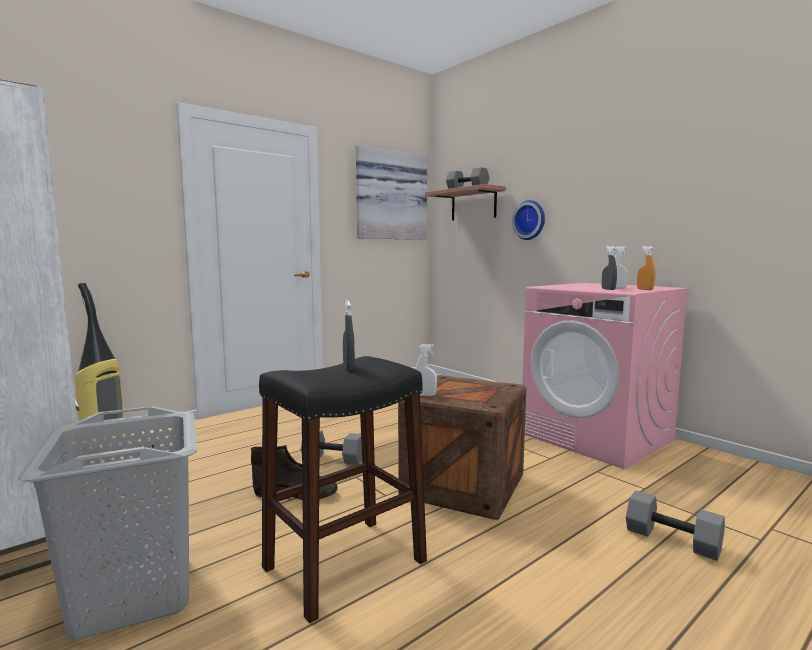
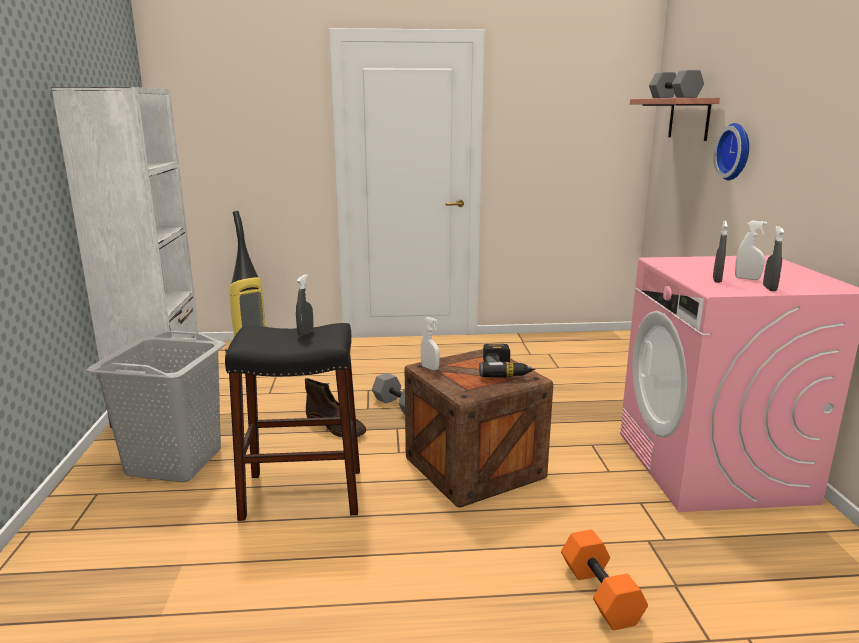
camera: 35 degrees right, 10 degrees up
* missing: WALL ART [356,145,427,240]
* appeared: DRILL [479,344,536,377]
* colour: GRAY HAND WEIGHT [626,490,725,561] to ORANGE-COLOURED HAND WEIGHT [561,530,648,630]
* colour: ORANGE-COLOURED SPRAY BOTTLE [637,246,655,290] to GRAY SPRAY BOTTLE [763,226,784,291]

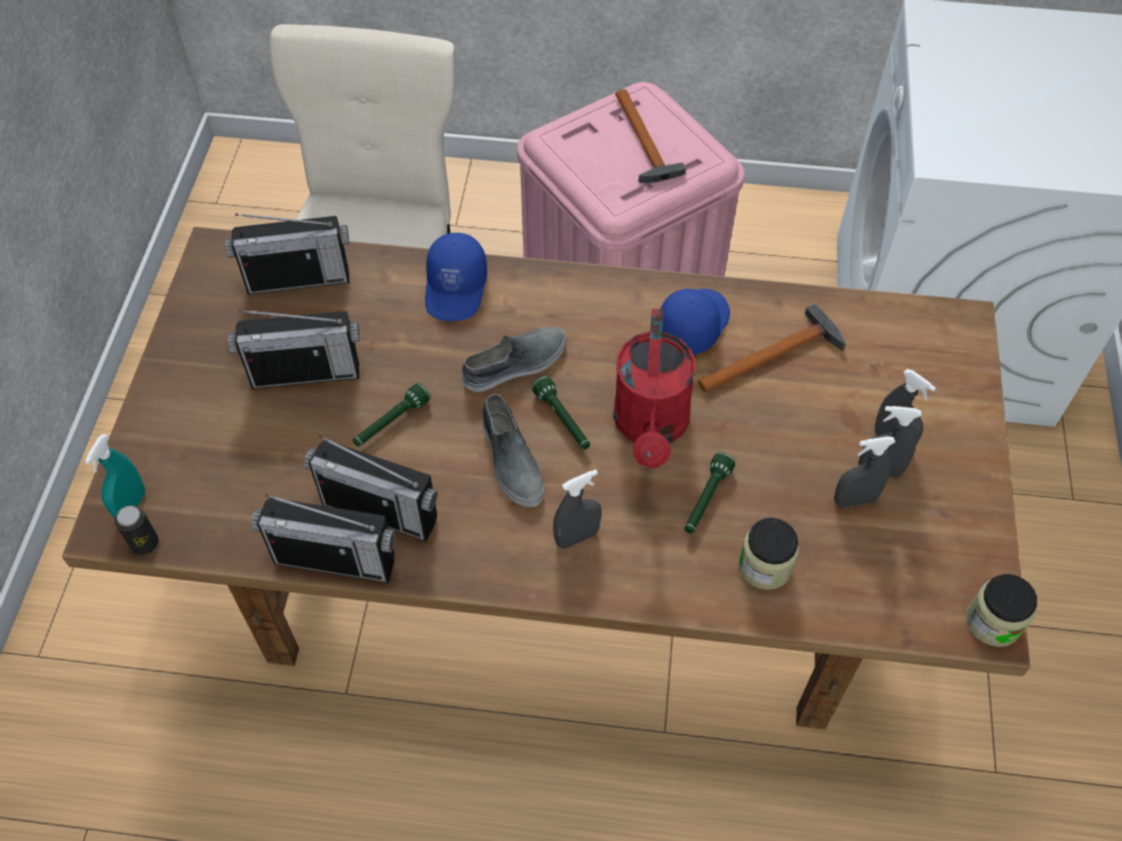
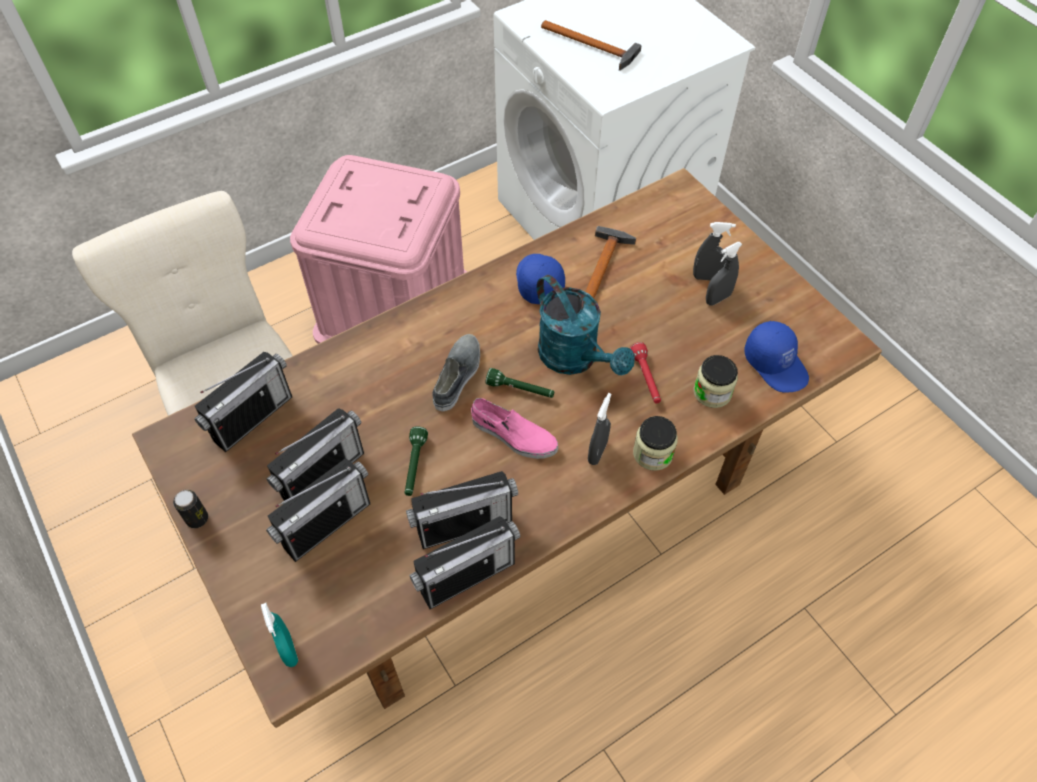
camera: 40 degrees left, 0 degrees up
* missing: GRAY SPRAY BOTTLE [834,436,895,508]
* appeared: RADIO SET [266,459,370,562]
* relocated: SEALED CAN [115,505,159,555] to [173,490,208,528]
* relocated: BLUE PEAKED CAP [425,233,487,321] to [744,321,809,393]
* relocated: HAND HAMMER [615,89,686,183] to [541,20,641,71]
* relocated: JAR [966,574,1037,647] to [633,416,678,471]
* colour: GRAY SHOE [482,394,544,508] to PINKISH SHOE [471,398,558,459]
* colour: REDDISH SPRINKLING CAN [613,309,696,468] to BLUE-GREEN SPRINKLING CAN [537,275,635,375]
* colour: GREEN TORCH [685,452,736,534] to REDDISH TORCH [630,342,661,404]

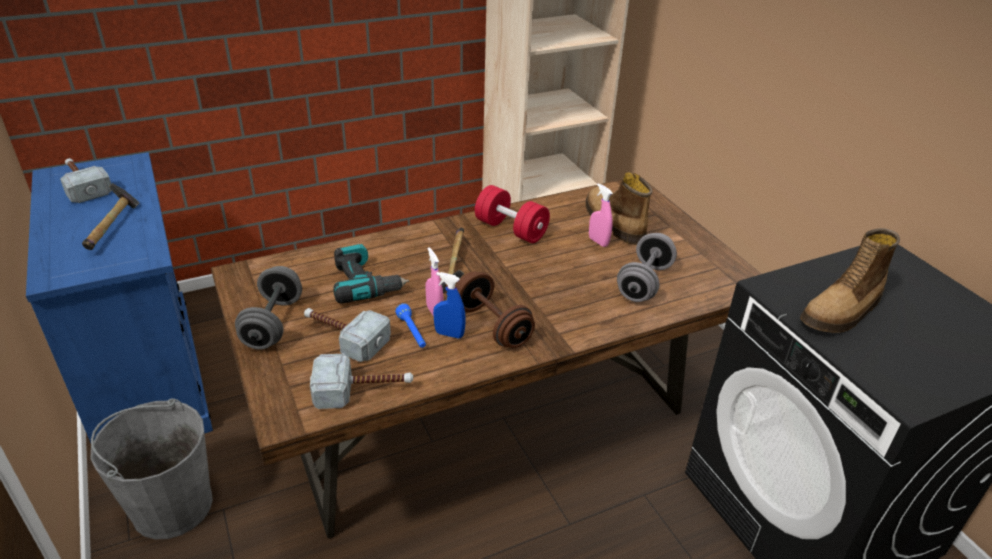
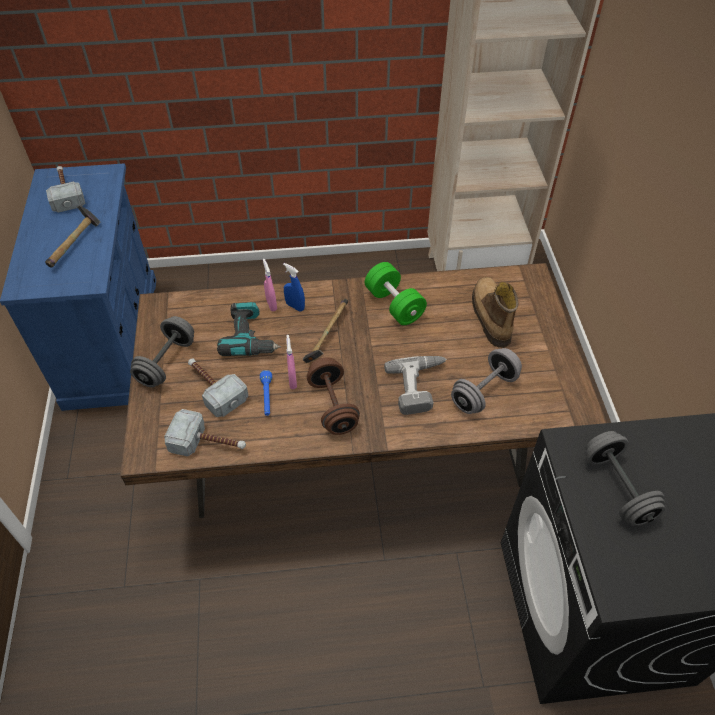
camera: 20 degrees right, 15 degrees up
* missing: GRAY PAIL [91,398,213,539]
* appeared: DRILL [384,356,447,415]
* relocated: BLUE SPRAY BOTTLE [433,272,466,339] to [283,263,305,311]
* relocated: PINKISH SPRAY BOTTLE [589,183,613,247] to [263,259,277,311]
* exchanged: TALL BOOT [800,228,900,333] to GRAY HAND WEIGHT [586,431,666,526]
* colour: REDDISH HAND WEIGHT [475,185,550,243] to GREEN HAND WEIGHT [365,262,427,325]

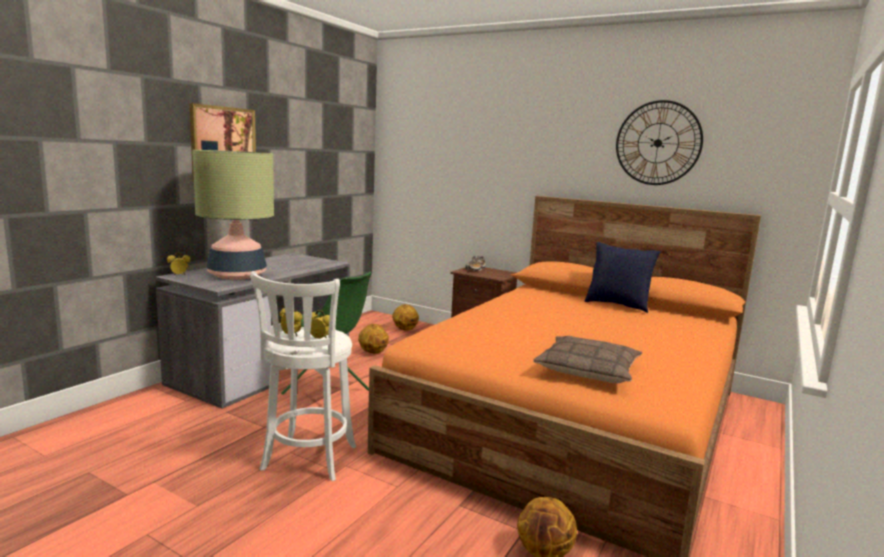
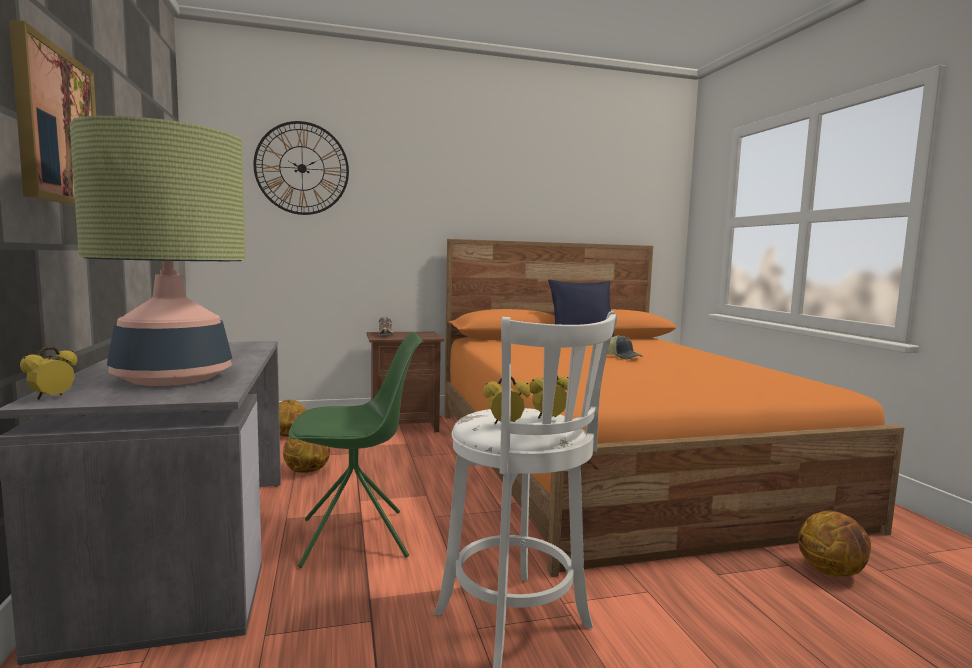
camera: 45 degrees left, 5 degrees down
* missing: THROW PILLOW [533,336,642,383]
* appeared: PEAKED CAP [607,335,643,359]
* relocated: WALL CLOCK [616,100,703,185] to [253,121,349,215]

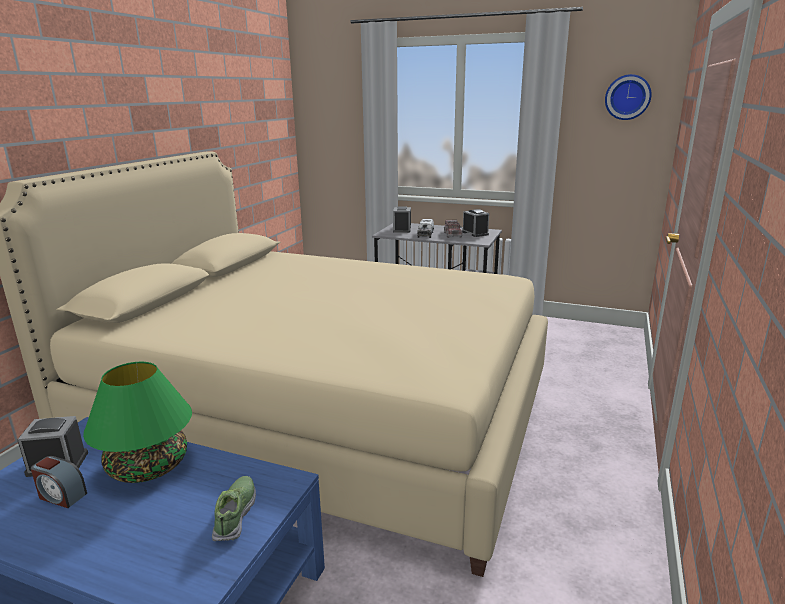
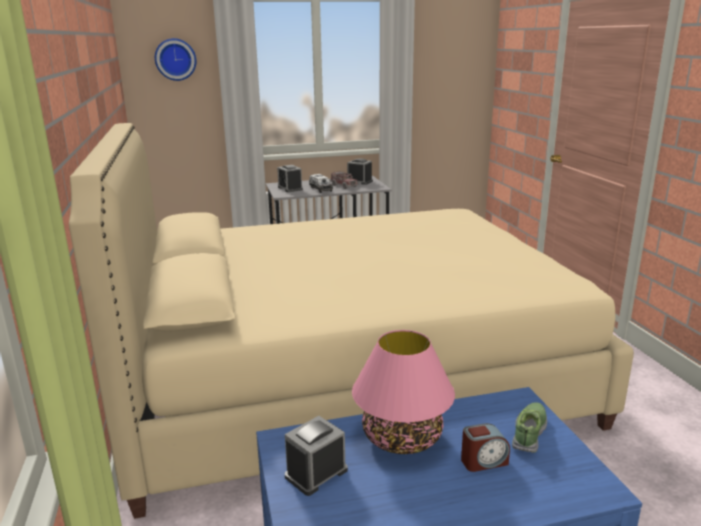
camera: 35 degrees left, 0 degrees up
* relocated: TABLE CLOCK [31,456,87,508] to [461,423,510,472]
* relocated: WALL CLOCK [605,74,652,120] to [155,38,196,81]
* colour: GREEN TABLETOP LAMP [83,362,192,483] to PINKISH TABLETOP LAMP [352,330,455,454]
* spun: SHOE [212,476,256,541] = [512,402,547,453] 60 degrees clockwise

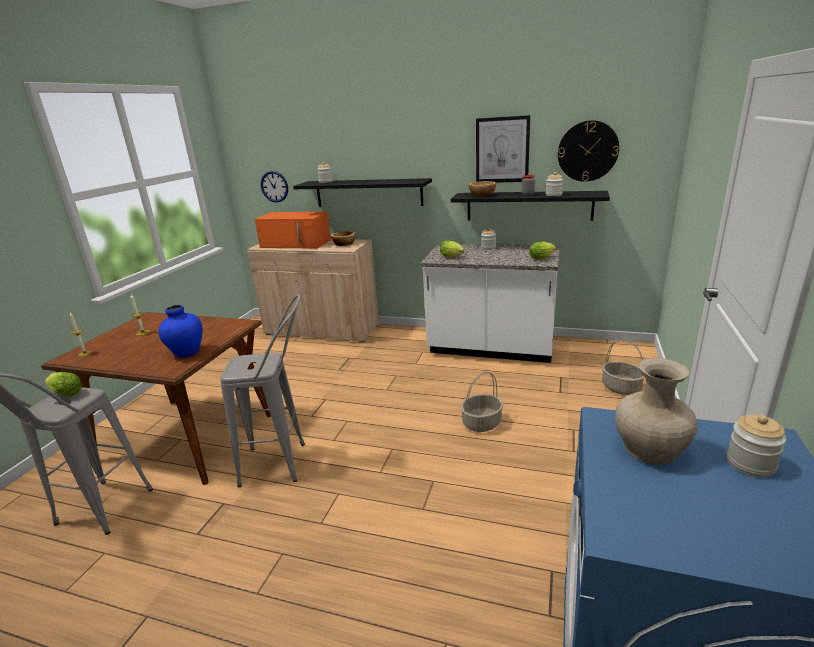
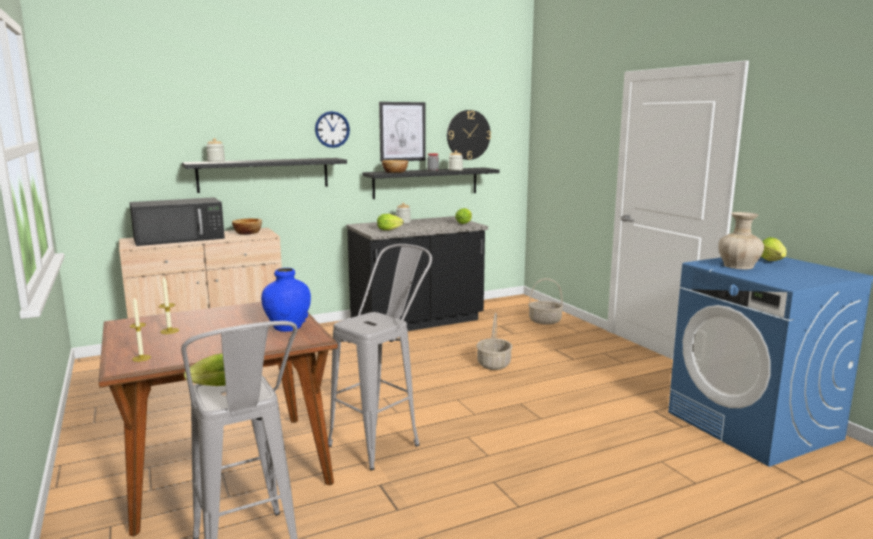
camera: 45 degrees left, 10 degrees down
* relocated: WALL CLOCK [261,171,288,203] to [315,111,350,148]
* exchanged: JAR [727,414,786,478] to LETTUCE [761,237,787,261]
* colour: ORANGE-COLOURED MICROWAVE OVEN [255,212,331,249] to BLACK-COLOURED MICROWAVE OVEN [130,197,225,246]
* colour: WHITE-COLOURED COUNTER [420,243,560,363] to BLACK-COLOURED COUNTER [346,216,488,331]

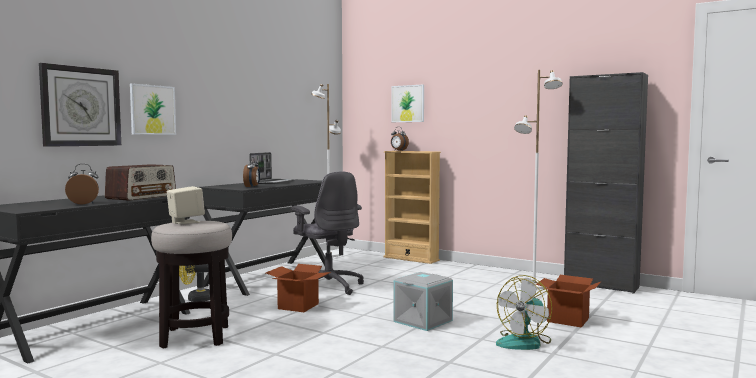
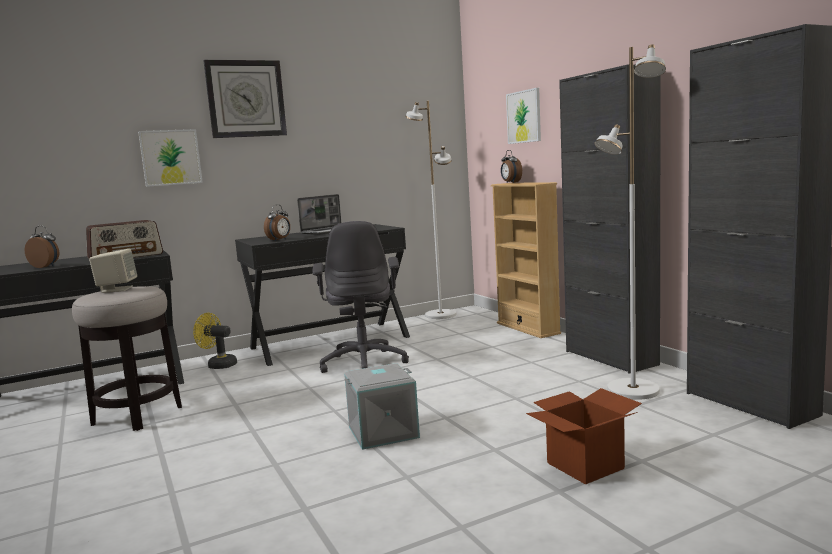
camera: 30 degrees right, 5 degrees up
* missing: CARTON [266,264,331,312]
* missing: ELECTRIC FAN [496,275,552,350]
* appeared: BLACK-COLOURED CUPBOARD [559,65,661,374]
* relocated: WALL CLOCK [39,63,121,147] to [203,60,287,138]

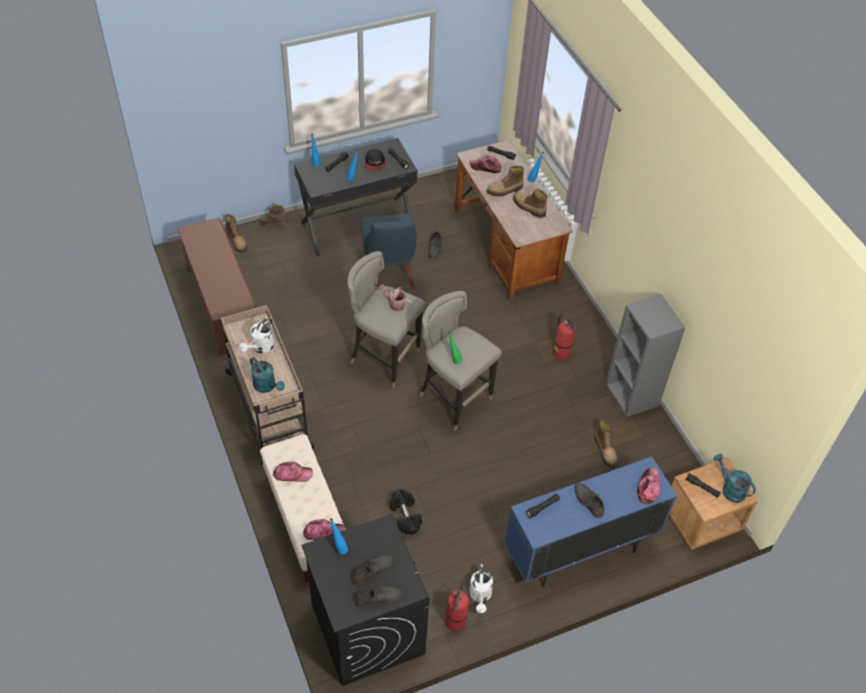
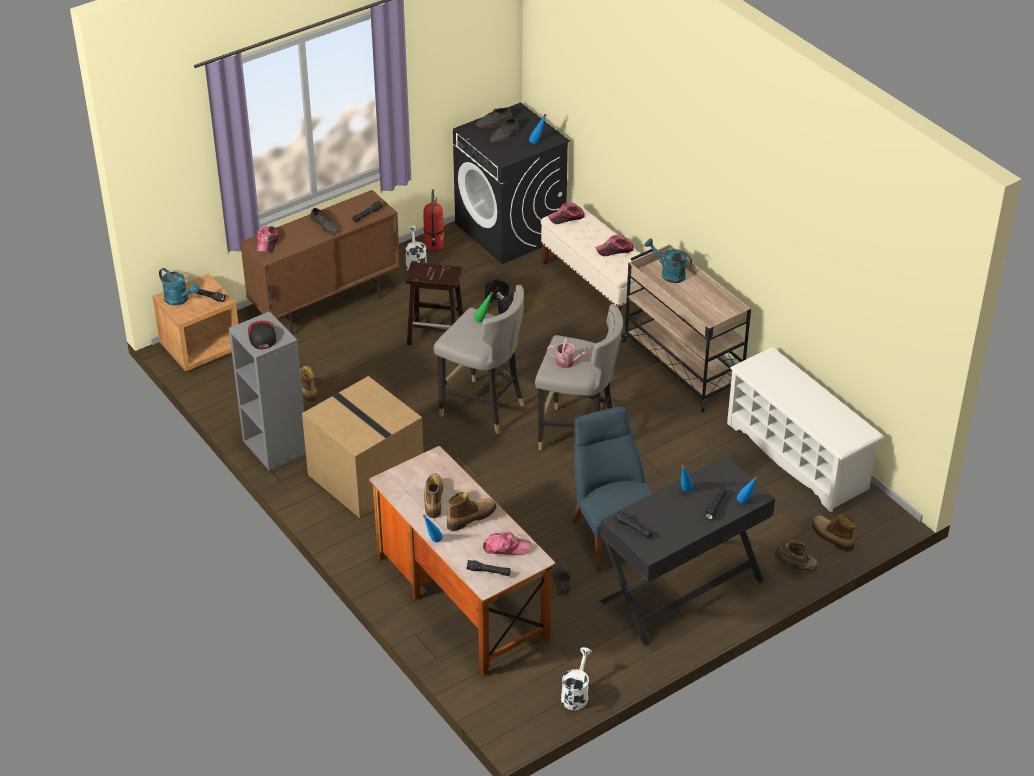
camera: 170 degrees right, 10 degrees down
* appeared: BROWN-COLOURED STOOL [405,262,464,345]
* relocated: WHITE-COLOURED SPRINKLING CAN [239,317,274,353] to [561,647,592,710]
* relocated: PEAKED CAP [365,149,385,171] to [248,321,276,349]
* exchanged: FIRE EXTINGUISHER [553,314,576,360] to CARTON [302,376,424,518]
* colour: BROWN-COLOURED SHOE SHELF [177,218,257,356] to WHITE-COLOURED SHOE SHELF [727,347,884,512]
* colour: BLUE CUPBOARD [505,457,677,587] to BROWN-COLOURED CUPBOARD [240,190,400,335]
* spun: TALL BOOT [513,189,548,218] = [424,473,443,518] 120 degrees counterclockwise

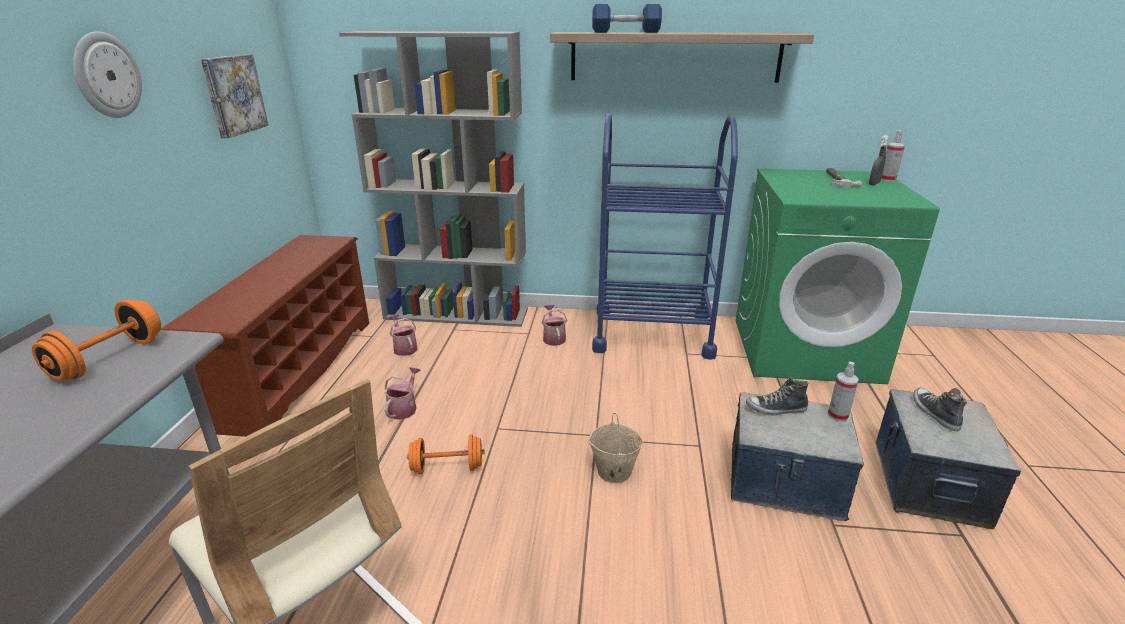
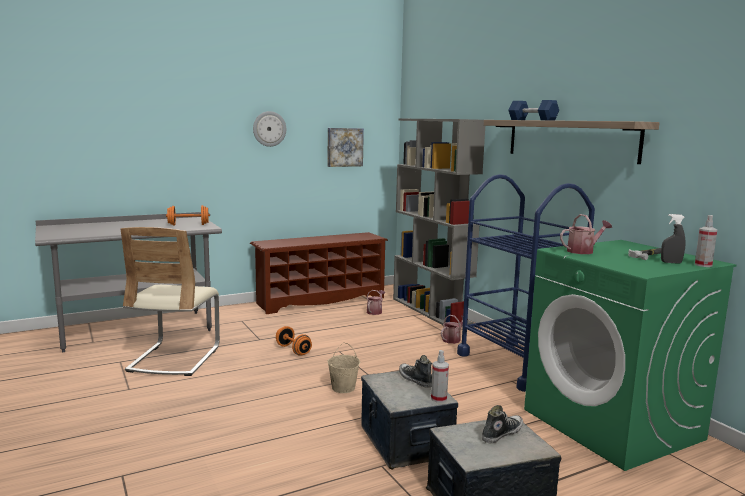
camera: 55 degrees right, 15 degrees down
* relocated: SPRINKLING CAN [385,367,420,420] to [560,214,612,254]

